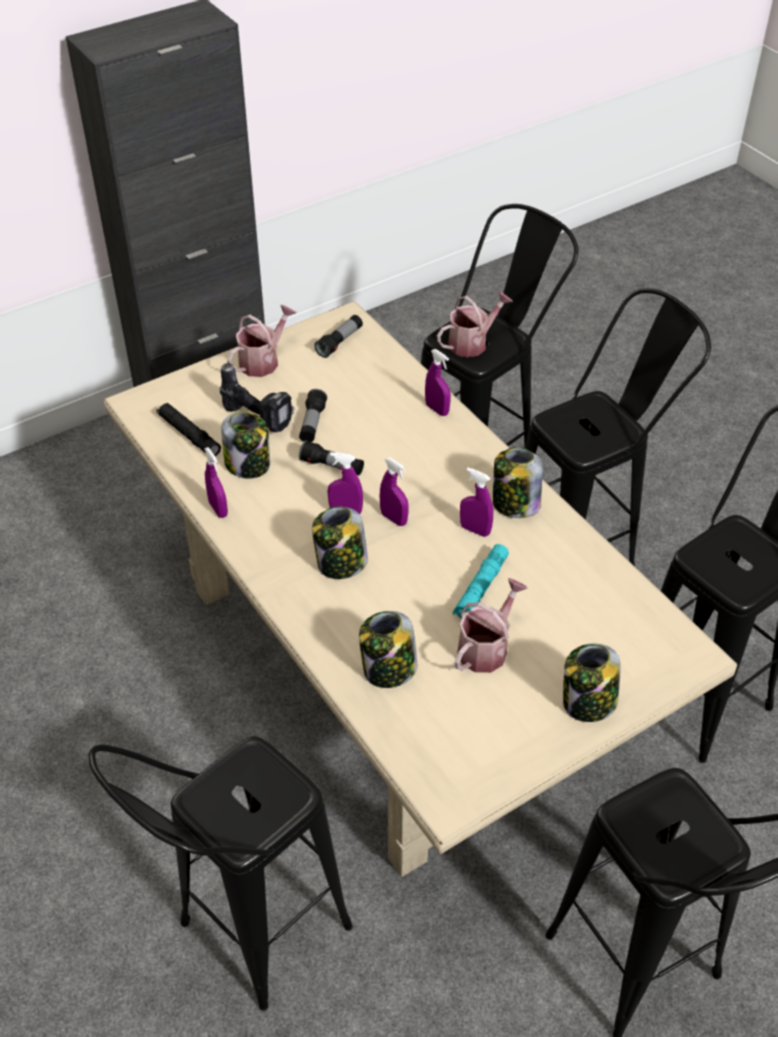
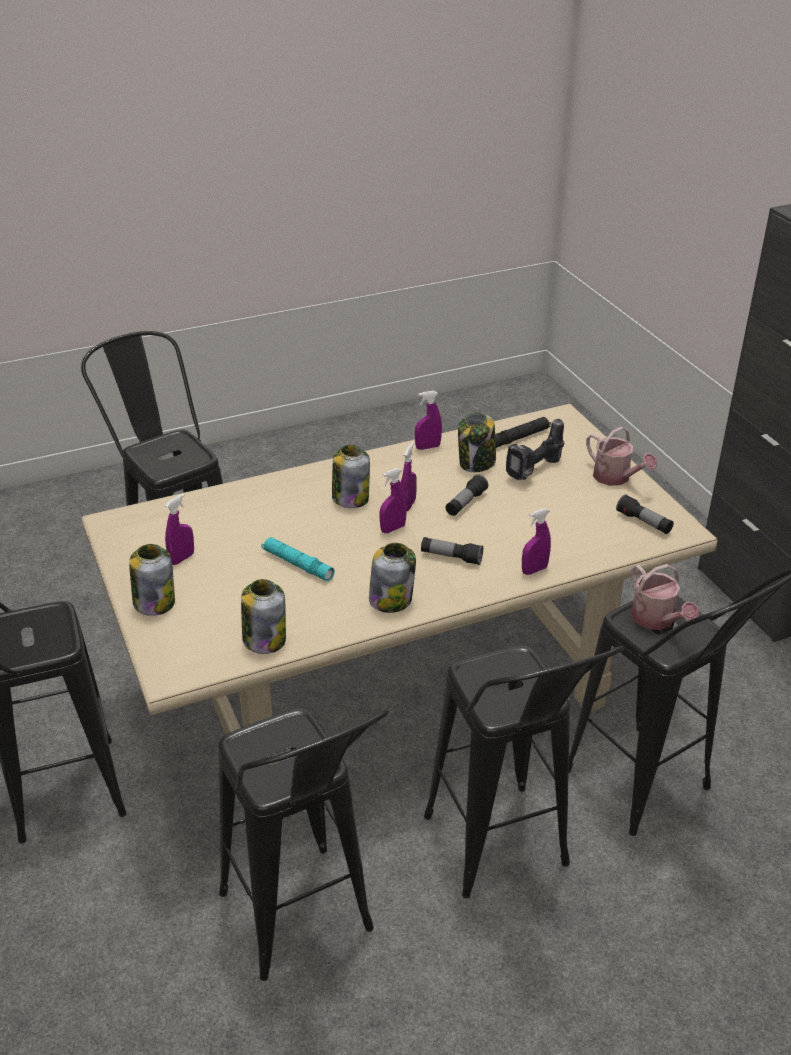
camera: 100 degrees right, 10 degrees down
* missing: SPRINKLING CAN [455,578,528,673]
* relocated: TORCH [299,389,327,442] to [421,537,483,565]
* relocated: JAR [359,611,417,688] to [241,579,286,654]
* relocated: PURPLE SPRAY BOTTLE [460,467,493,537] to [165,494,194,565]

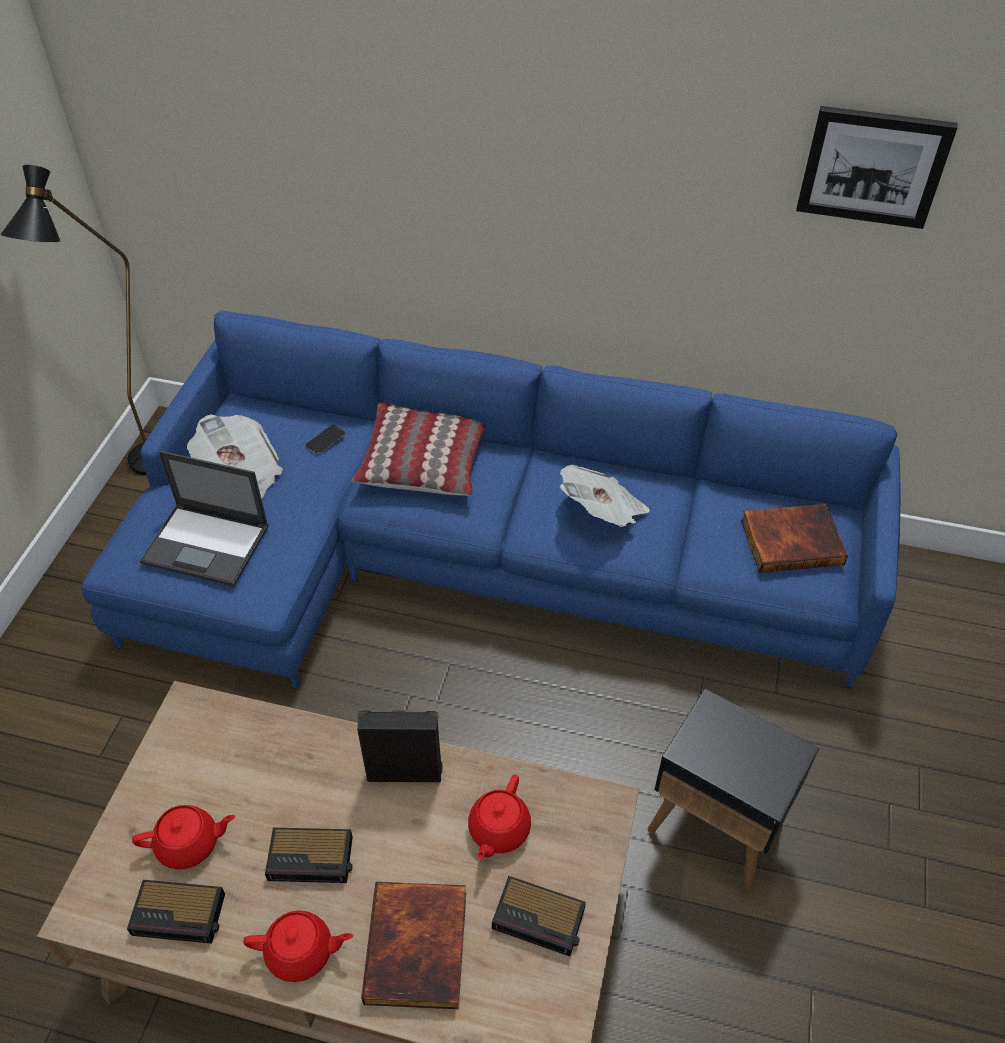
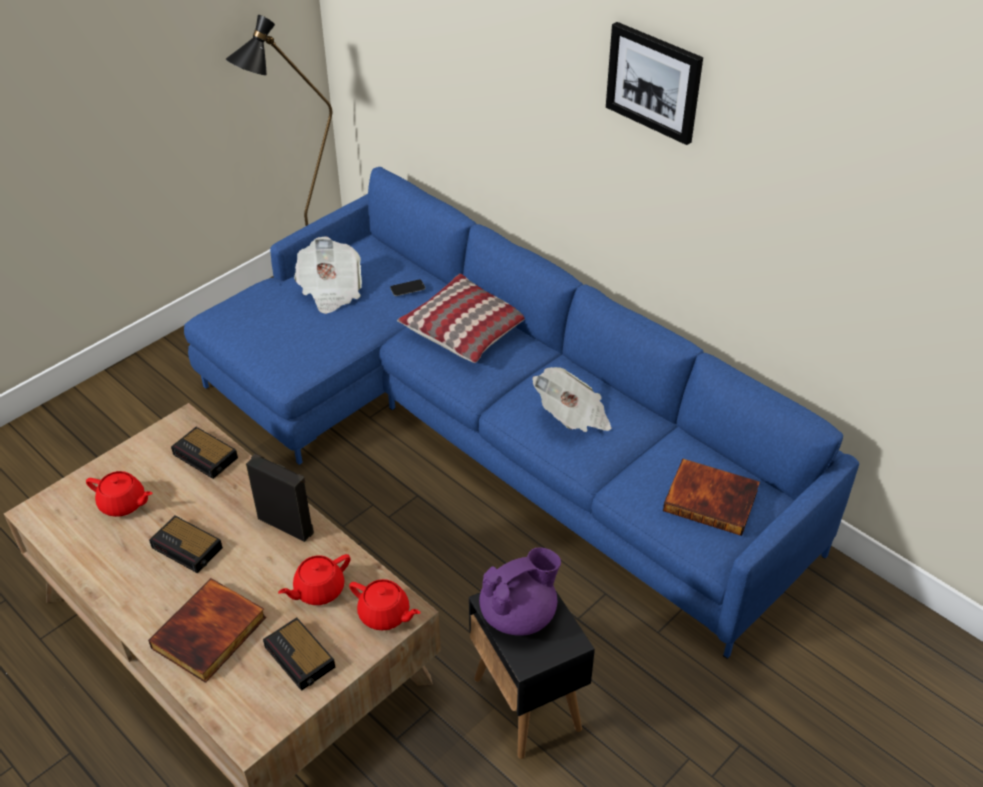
camera: 30 degrees right, 5 degrees down
* missing: NOTEBOOK COMPUTER [140,451,269,586]
* appeared: PURPLE TEA POT [479,547,561,636]
* relocated: TABLE CLOCK [127,880,225,944] to [171,427,238,479]
* relocated: REDDISH TEA POT [243,911,353,982] to [349,579,421,631]
* relocated: WALL ART [796,106,958,229] to [606,22,703,145]

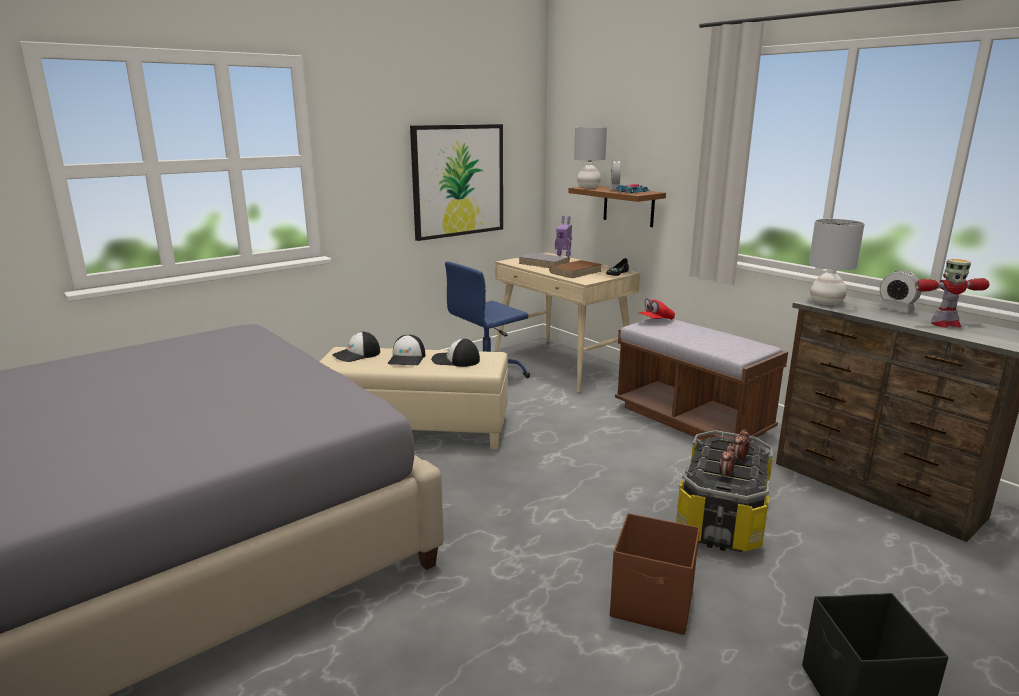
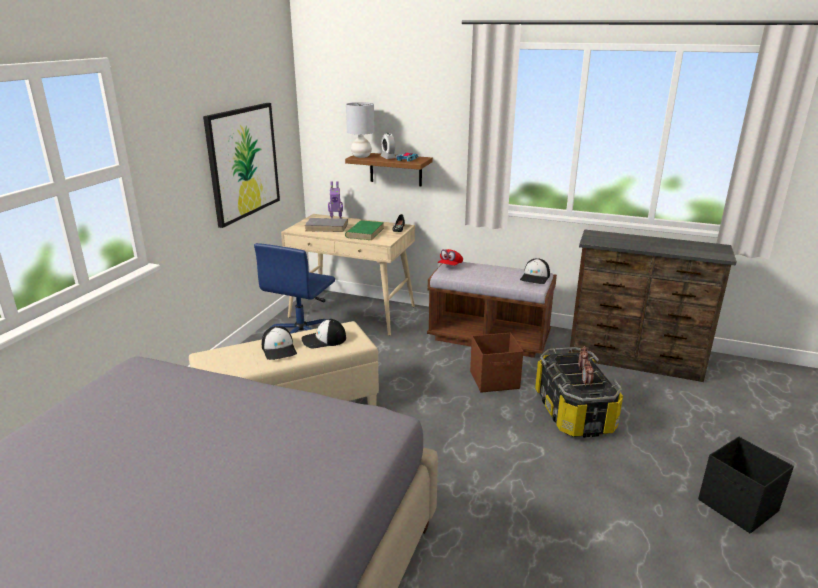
camera: 30 degrees left, 5 degrees up
* missing: GRAY TABLETOP LAMP [809,219,865,305]
* missing: TABLE CLOCK [878,270,921,313]
* missing: ROBOT FIGURE [915,259,989,328]
* relocated: PEAKED CAP [332,332,380,362] to [520,258,550,284]
* relocated: BROWN-COLOURED STORAGE BOX [610,513,700,635] to [470,333,523,393]
* colour: BROWN-COLOURED BOOK [549,260,602,278] to GREEN BOOK [345,220,384,240]

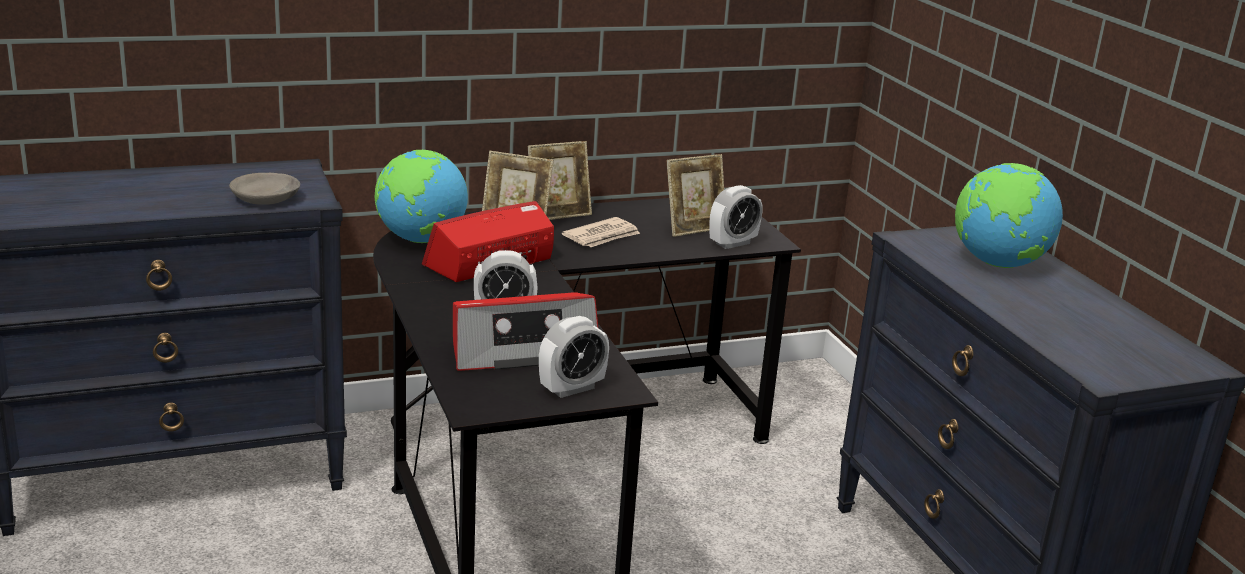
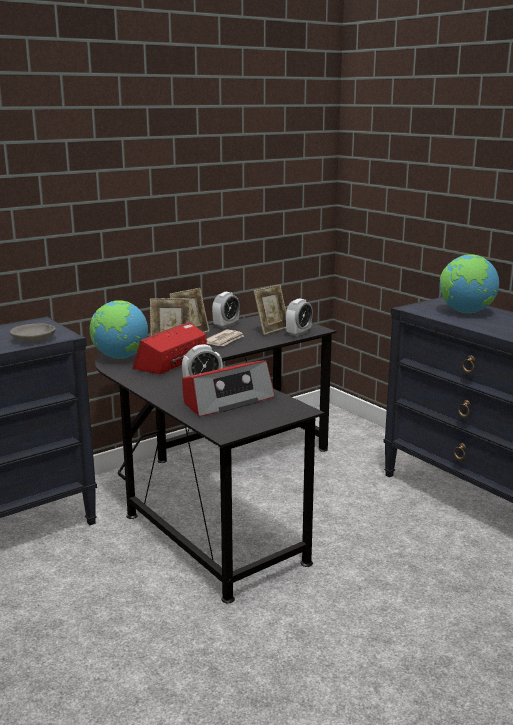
camera: 15 degrees left, 5 degrees down
* relocated: TABLE CLOCK [539,316,609,398] to [212,292,240,328]

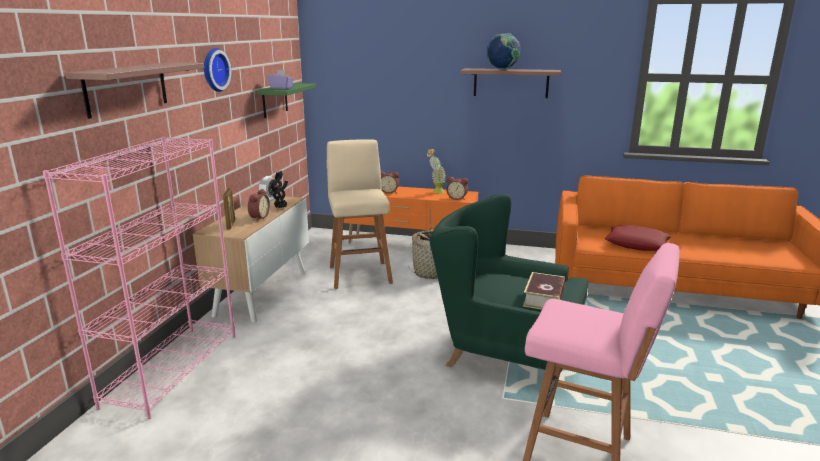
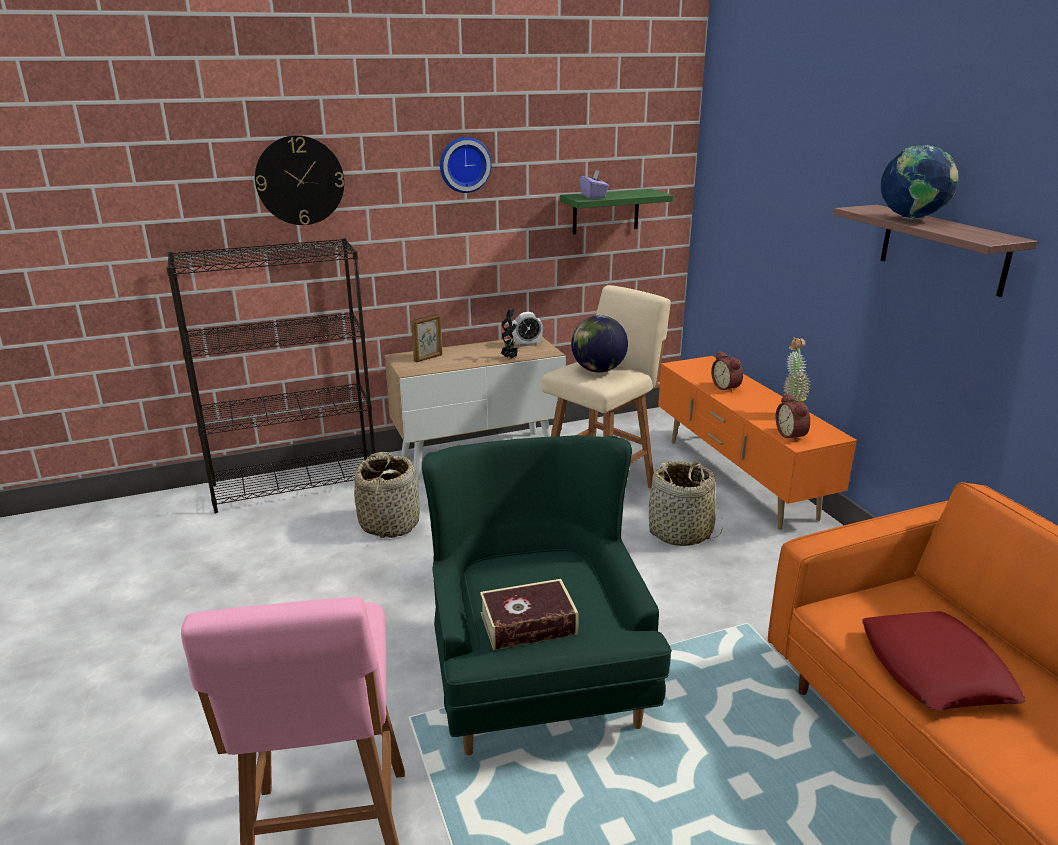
camera: 55 degrees right, 5 degrees up
* missing: TABLE CLOCK [248,189,270,221]
* appeared: HOUSEHOLD BASKET [354,452,420,538]
* appeared: WORLD GLOBE [571,315,628,372]
* exchanged: BRACKET SHELF [65,62,204,119] to WALL CLOCK [255,135,344,225]
* colour: PINKISH BOOKCASE [43,137,235,419] to BLACK-COLOURED BOOKCASE [166,238,376,513]

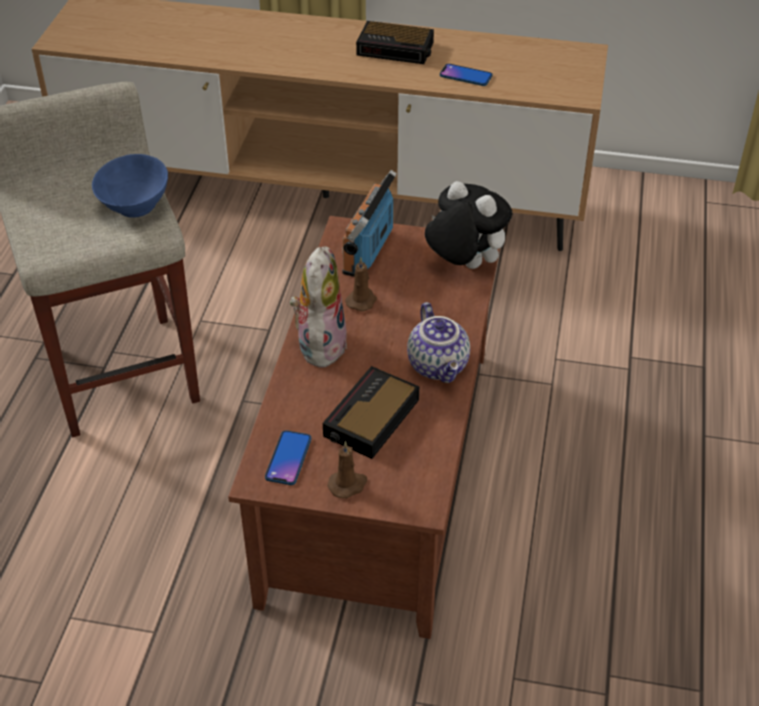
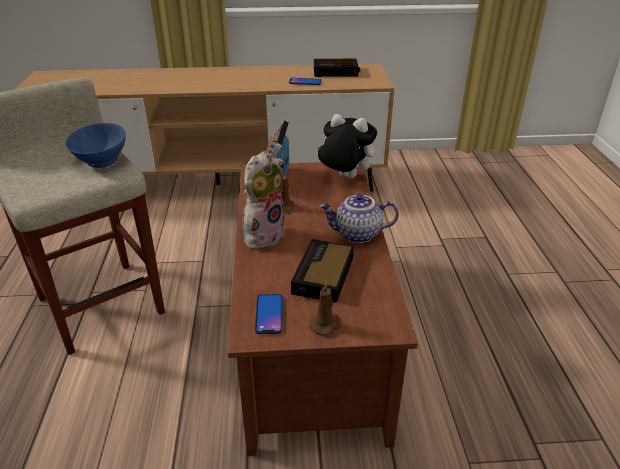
camera: 15 degrees left, 10 degrees down
* relocated: TABLE CLOCK [356,21,434,64] to [314,59,360,77]
* spun: PLUSH TOY [290,246,347,370] = [242,151,286,250] 45 degrees clockwise
* spun: TEA POT [407,302,470,383] = [319,194,399,243] 120 degrees clockwise

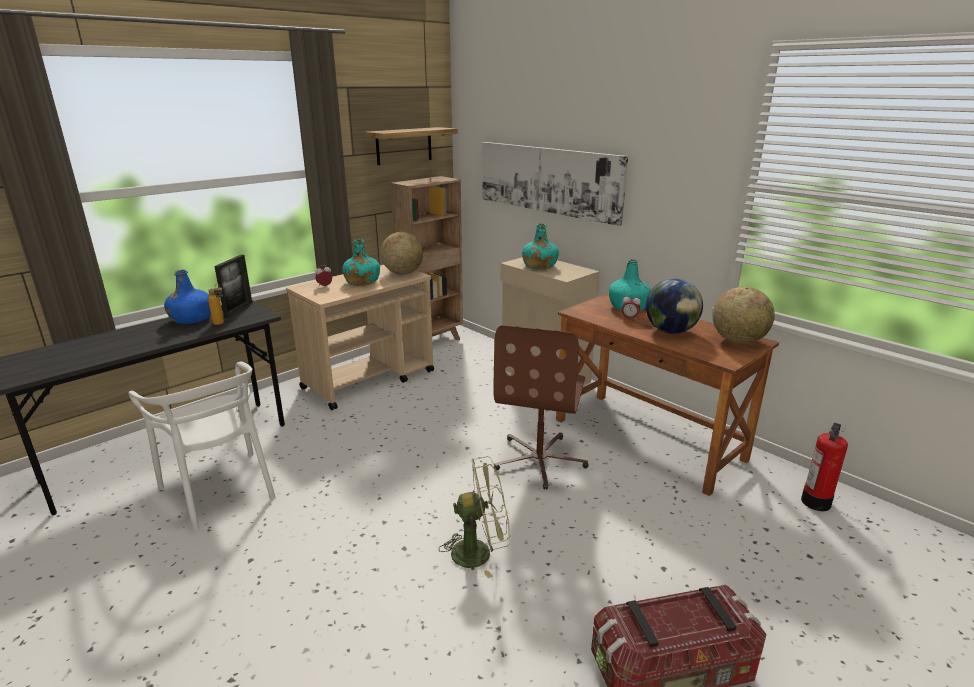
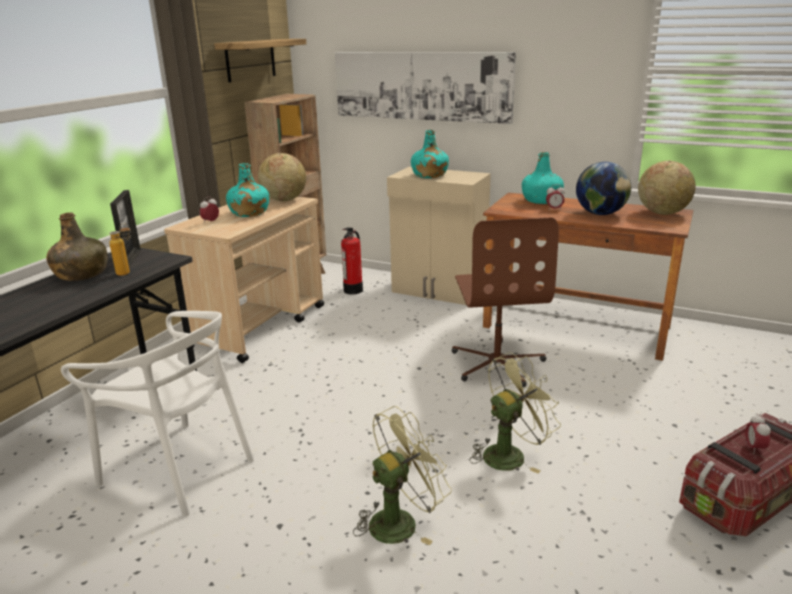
camera: 20 degrees left, 0 degrees up
* appeared: GREEN ELECTRIC FAN [353,406,452,546]
* appeared: TABLE CLOCK [745,414,771,454]
* relocated: FIRE EXTINGUISHER [801,423,848,511] to [341,227,363,294]
* colour: BLUE DRINK BOTTLE [164,270,211,324] to GREEN DRINK BOTTLE [46,213,108,281]

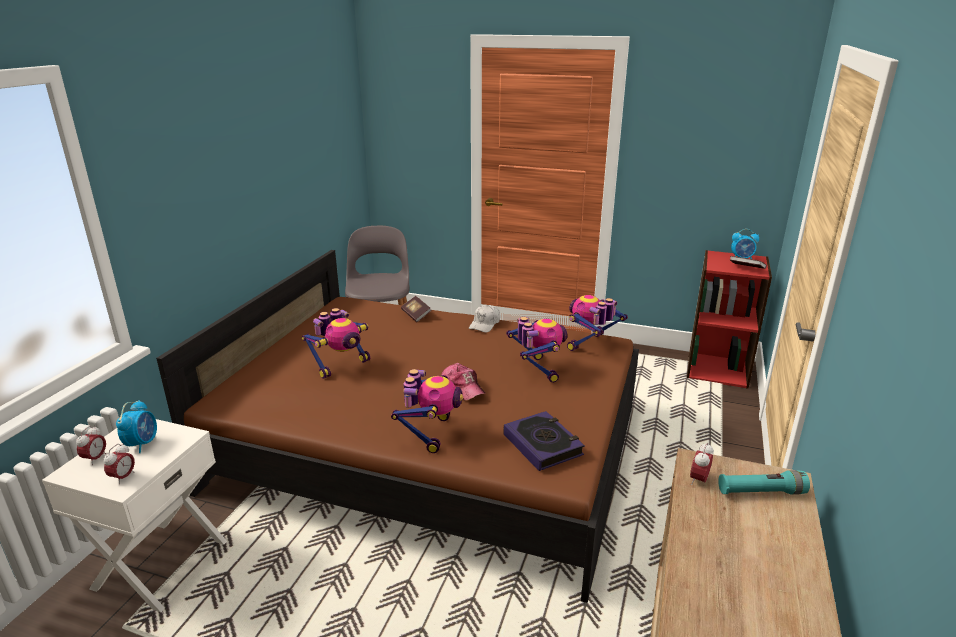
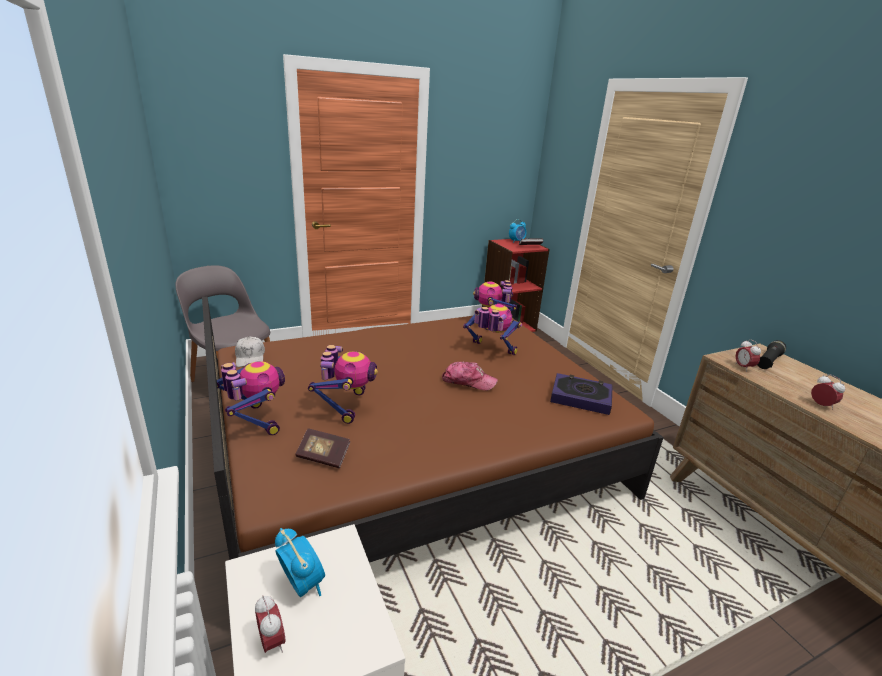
camera: 45 degrees left, 0 degrees up
* relocated: TABLE CLOCK [103,444,135,485] to [811,374,845,410]
* relocated: ROBOT FIGURE [391,369,463,453] to [217,361,285,436]
* relocated: BOOK [401,296,431,322] to [295,428,350,468]
* relocated: WHITE-COLOURED PEAKED CAP [469,305,500,333] to [235,337,265,367]
* colour: BLUE-GREEN TORCH [718,470,810,495] to BLACK-COLOURED TORCH [758,340,786,369]

